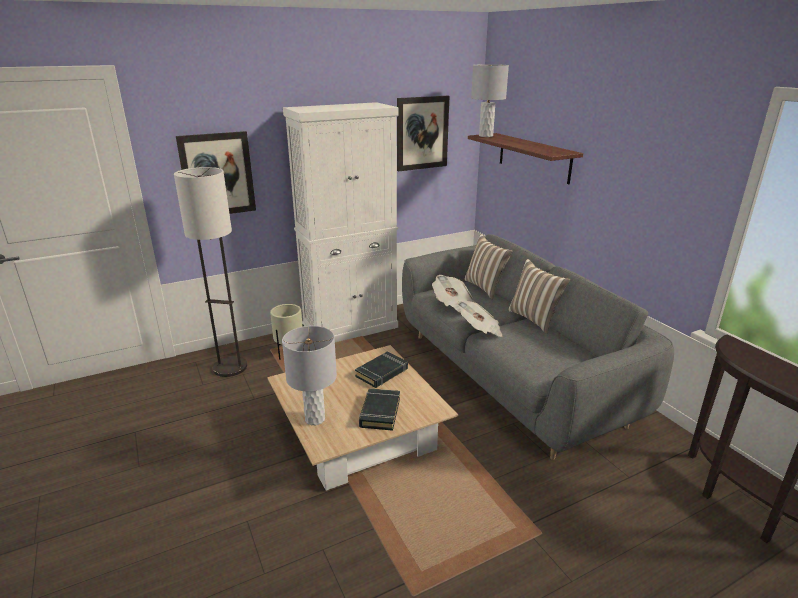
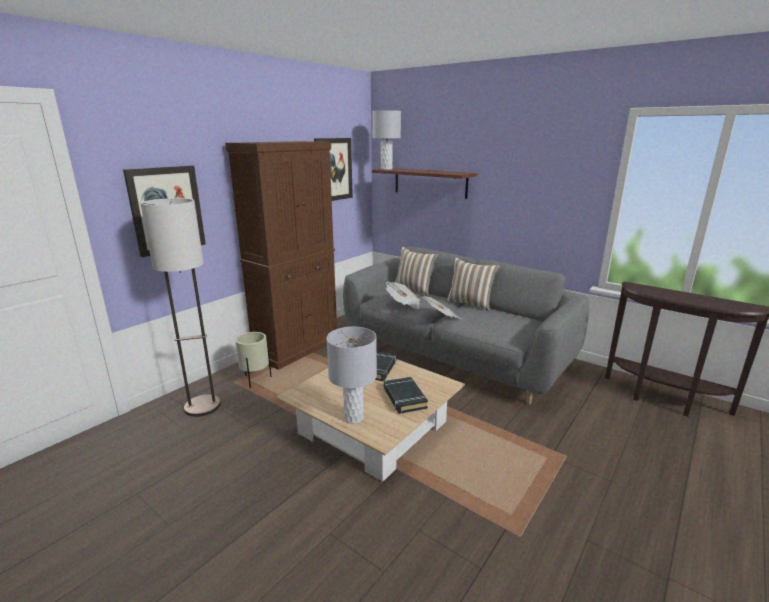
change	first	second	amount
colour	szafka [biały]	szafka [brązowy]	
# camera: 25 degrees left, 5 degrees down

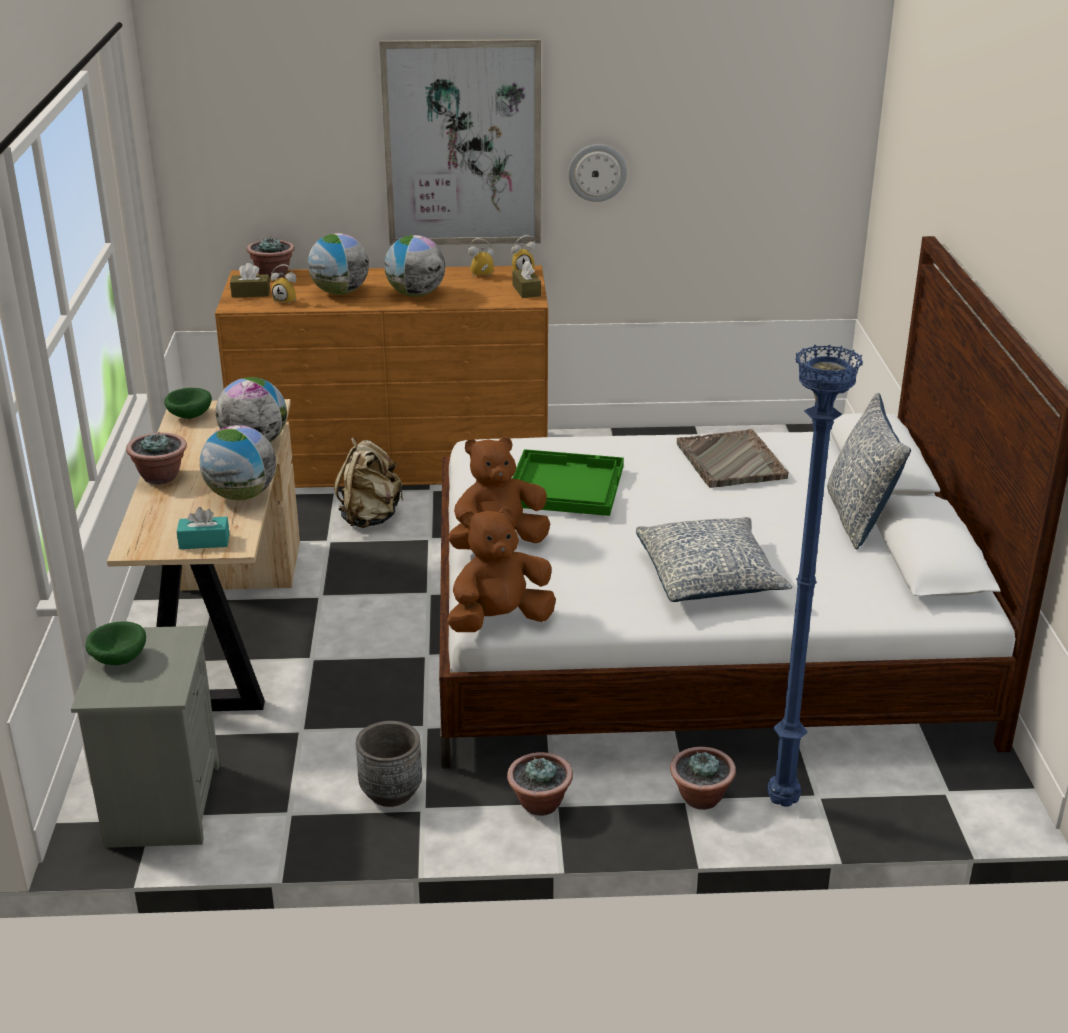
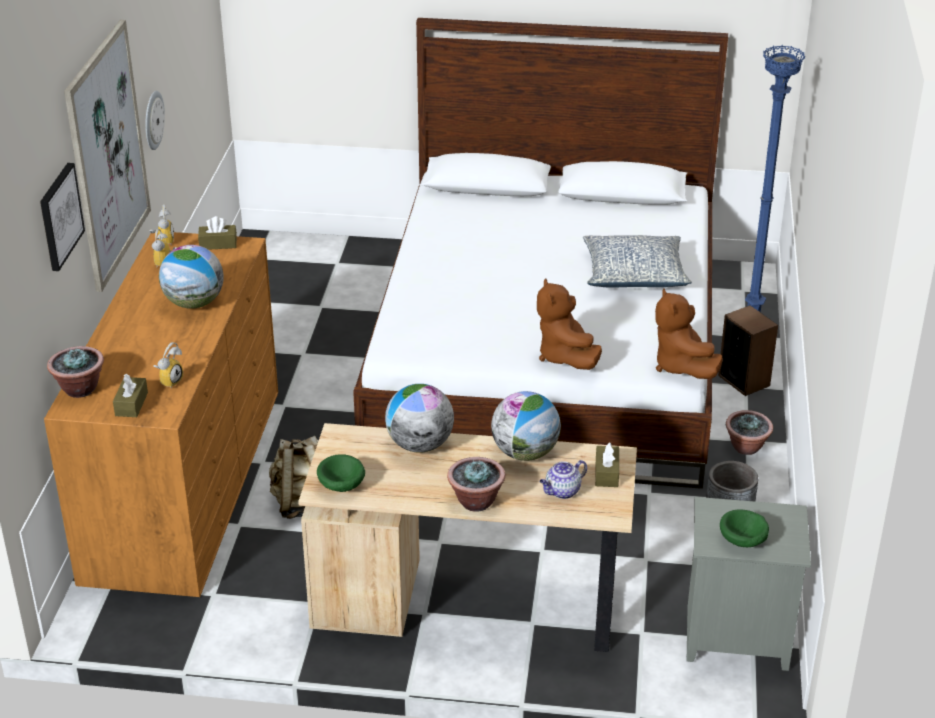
change	first	second	amount
appeared		obraz (no. 1 from left)	
appeared		imbryk	
colour	pudełko chusteczek [turkusowy]	pudełko chusteczek [brązowy] (no. 3 from left)	
exchanged	roślina doniczkowa (no. 4 from left)	głośnik	
missing	globus (no. 3 from left)		
missing	taca [zielony]		
missing	taca [szary]		
missing	poduszka (no. 2 from left)		
# camera: 80 degrees left, 5 degrees up

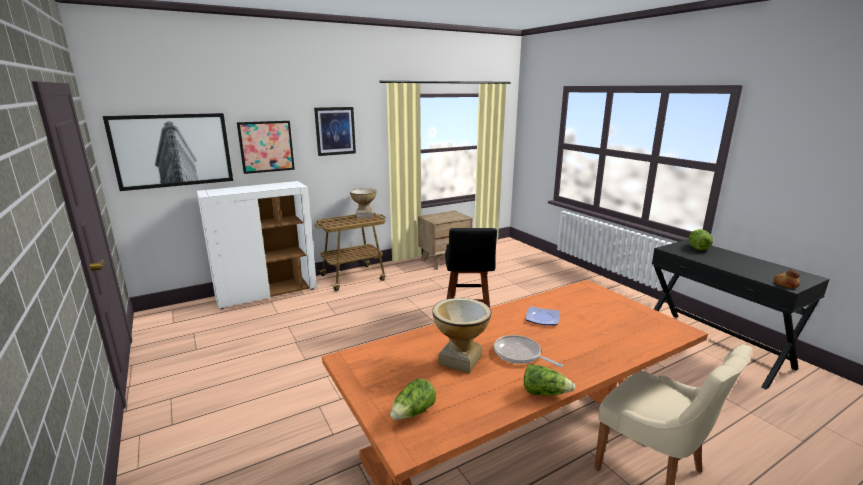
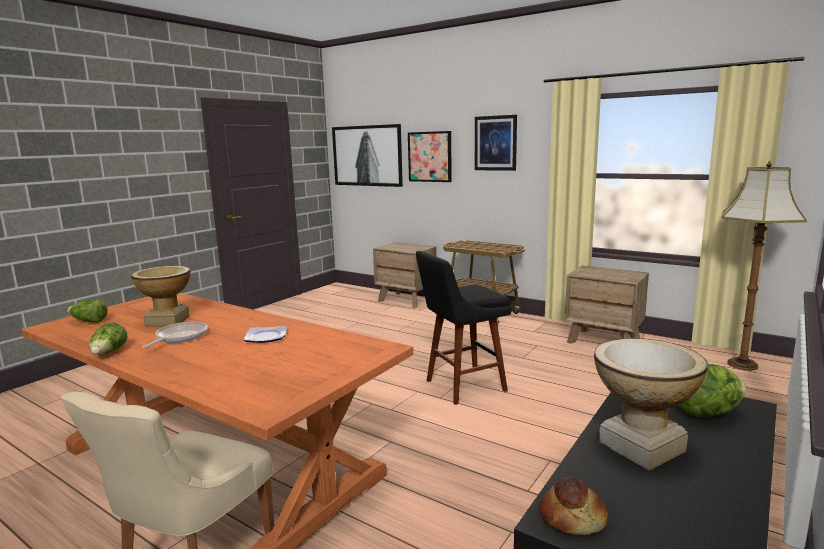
change	first	second	amount
exchanged	szafka [biały]	szafka nocna [brązowy] (no. 1 from left)	
relocated	wazon (no. 1 from left in the first image)	wazon (no. 2 from left)	
appeared		lampa stojąca	
# camera: 65 degrees right, 5 degrees down

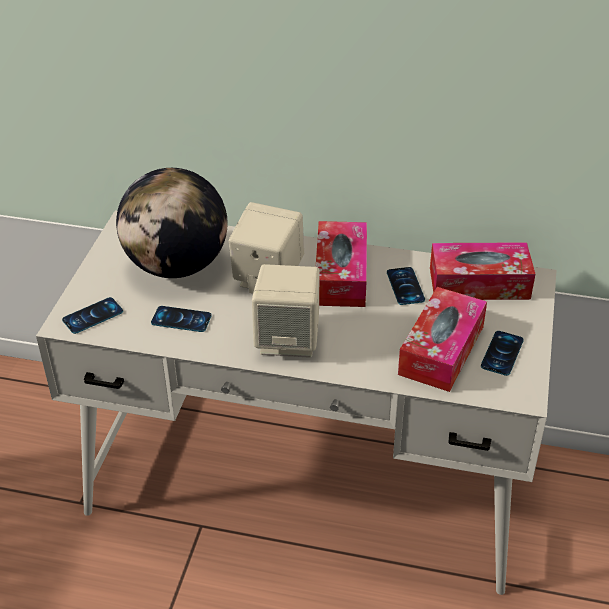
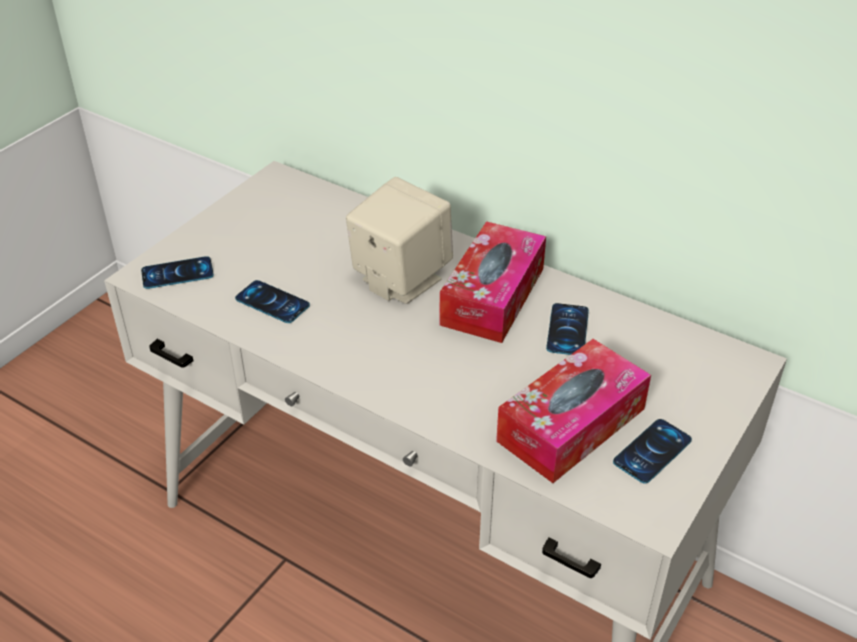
change	first	second	amount
missing	globus		
missing	głośnik [beżowy] (no. 2 from left)		
missing	pudełko chusteczek (no. 3 from left)		
# camera: 20 degrees right, 0 degrees up

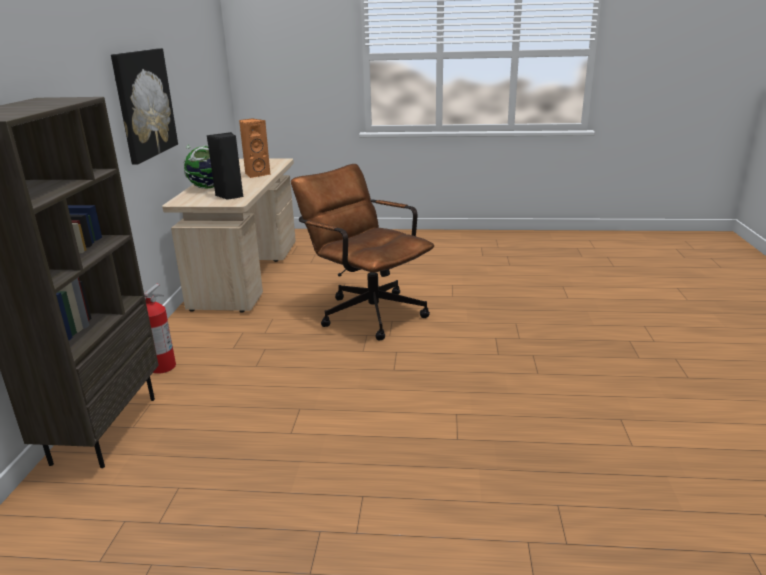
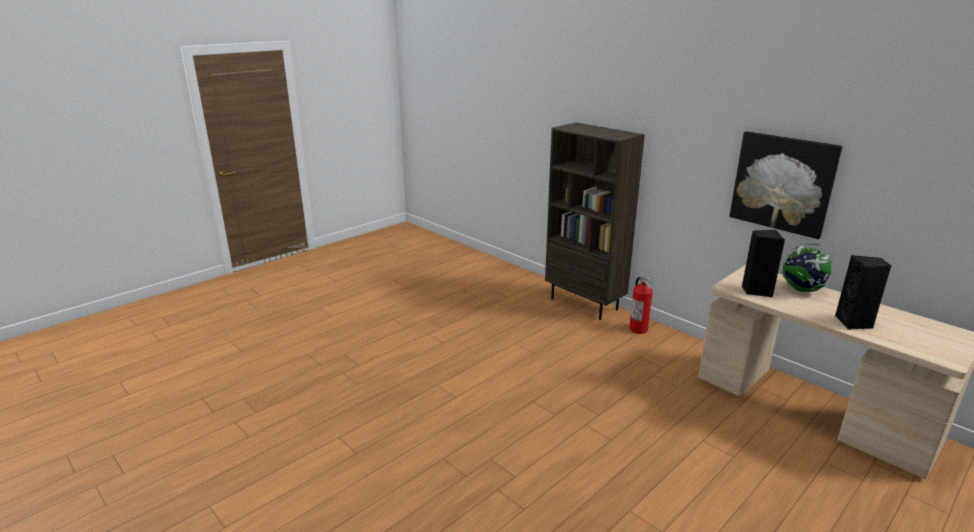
change	first	second	amount
colour	głośnik [pomarańczowy]	głośnik [czarny] (no. 2 from left)	
missing	krzesło biurowe [brązowy]		
# camera: 130 degrees right, 0 degrees up

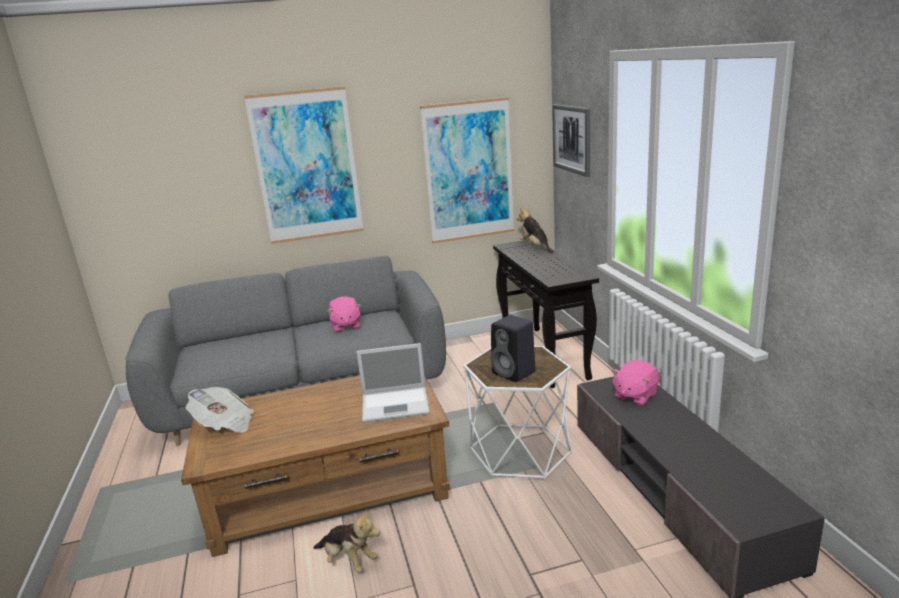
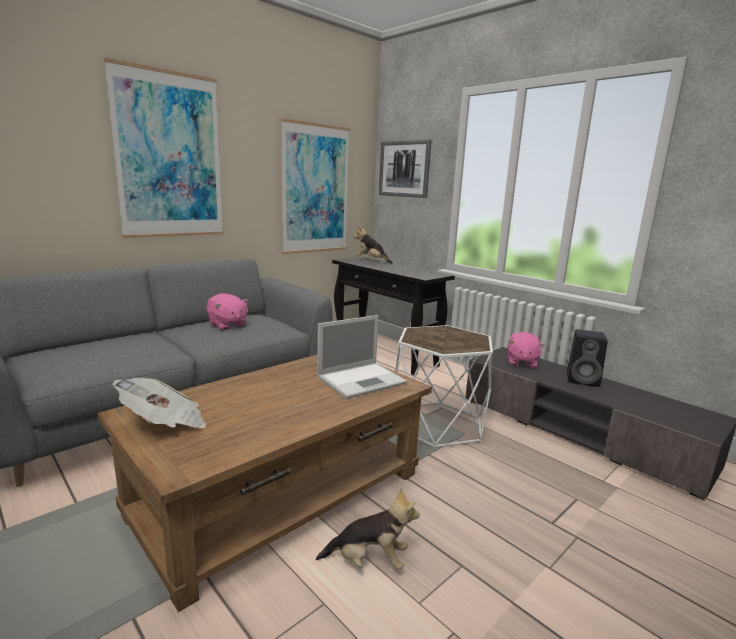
change	first	second	amount
relocated	głośnik [czarny]		
# camera: 30 degrees left, 5 degrees down

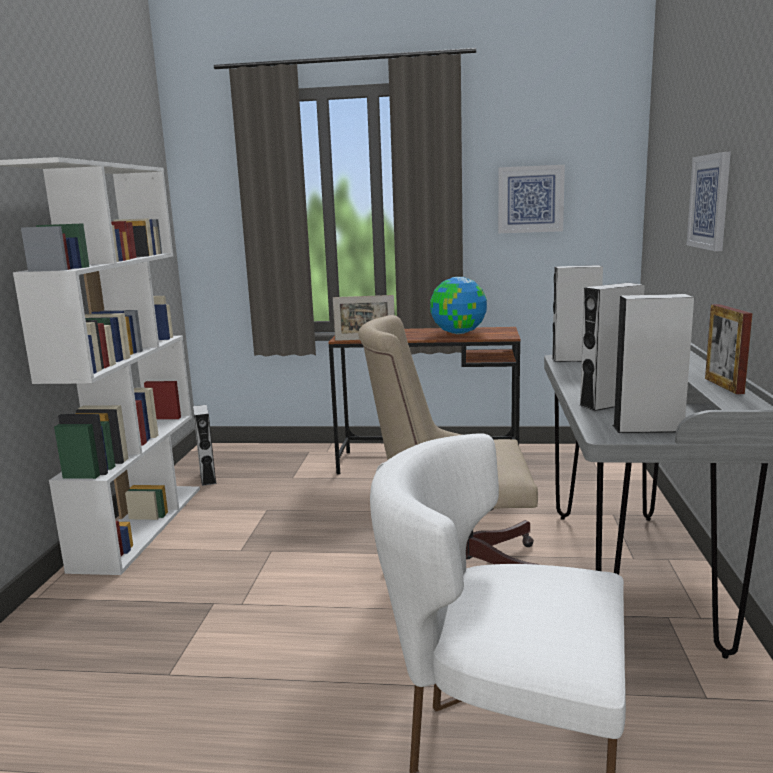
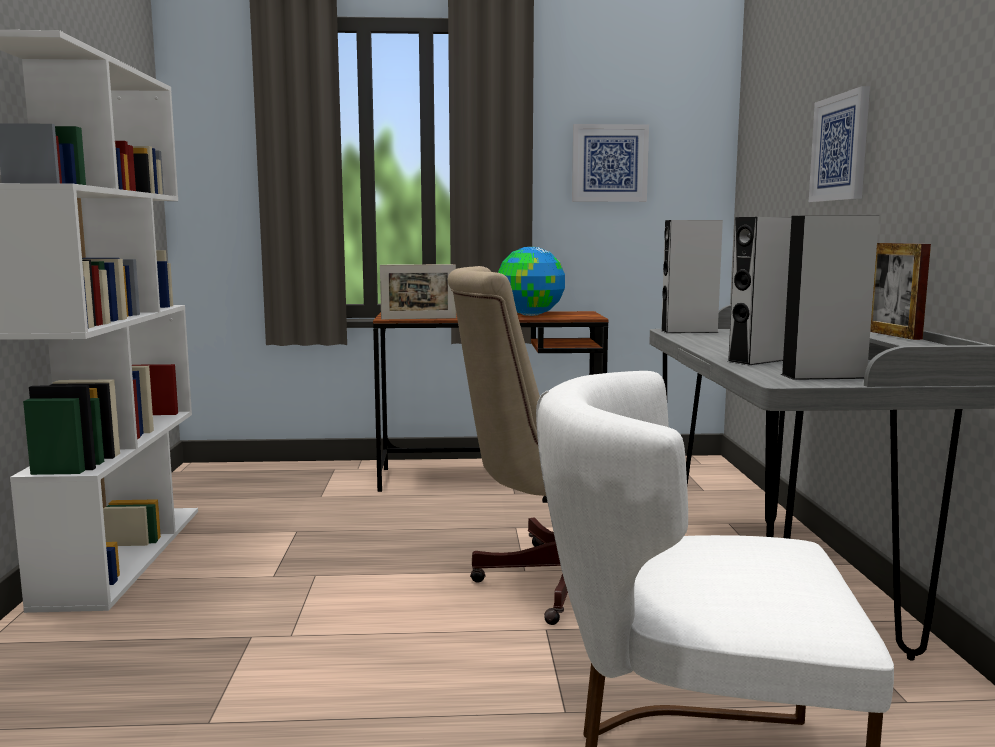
change	first	second	amount
missing	głośnik [szary] (no. 1 from left)		
# camera: 10 degrees left, 5 degrees down

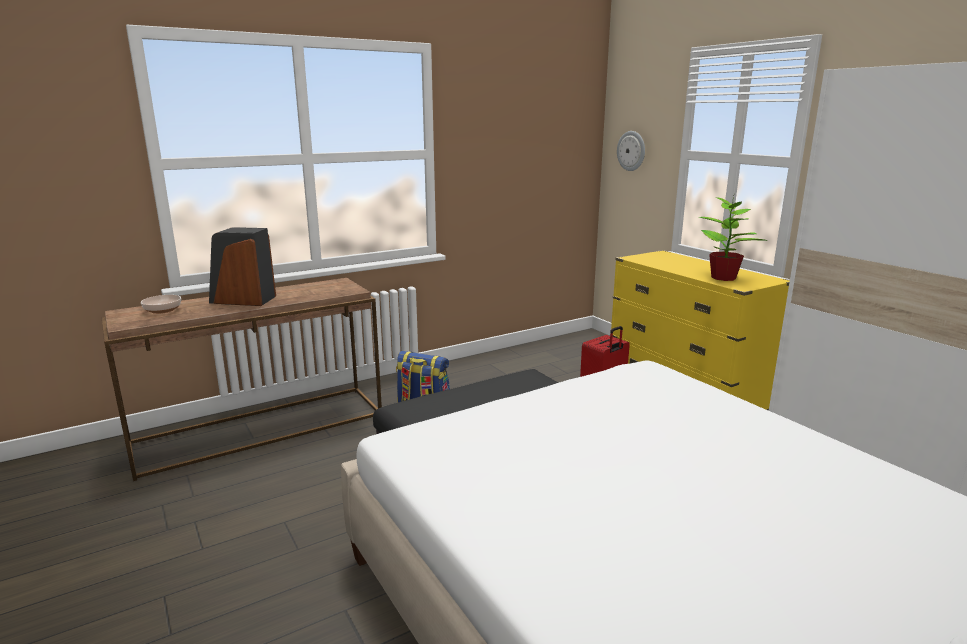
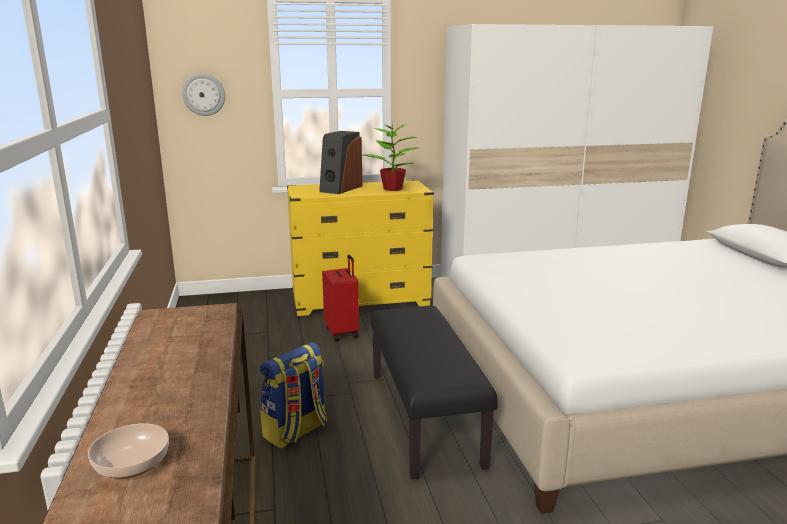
change	first	second	amount
relocated	głośnik		
# camera: 70 degrees left, 0 degrees up

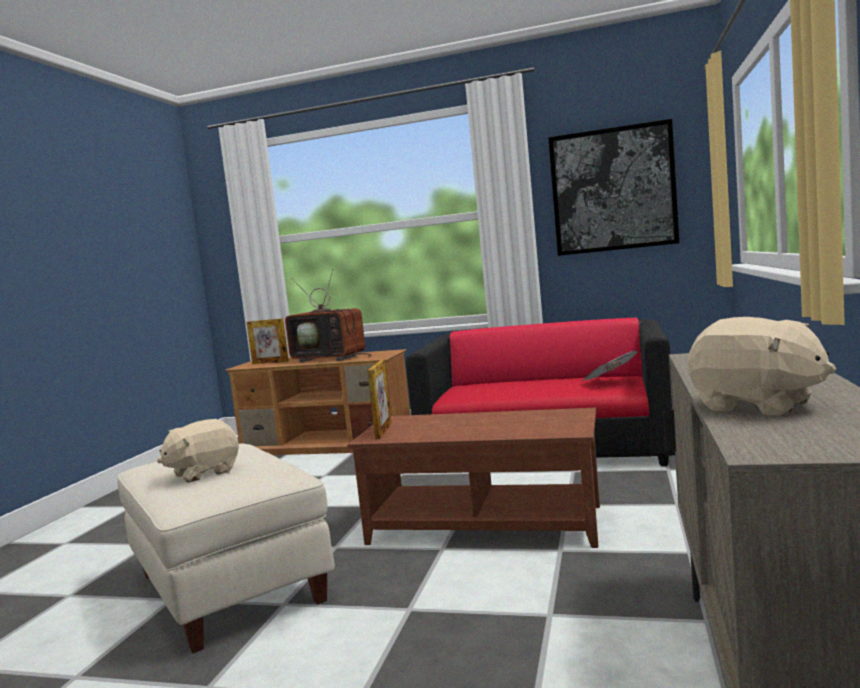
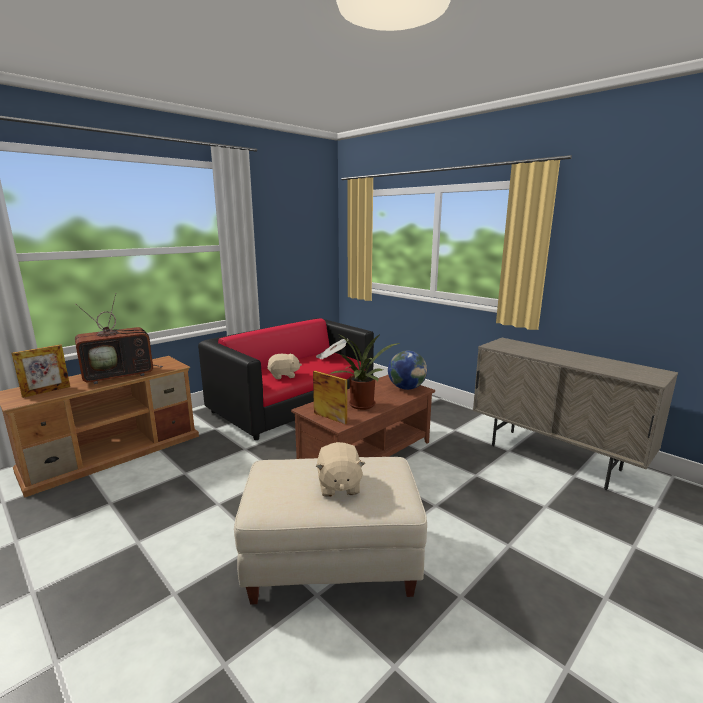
change	first	second	amount
relocated	pluszak [beżowy] (no. 2 from left in the first image)	pluszak [beżowy] (no. 1 from left)	
appeared		roślina doniczkowa	
appeared		globus	
missing	obraz		
# camera: 60 degrees left, 10 degrees up

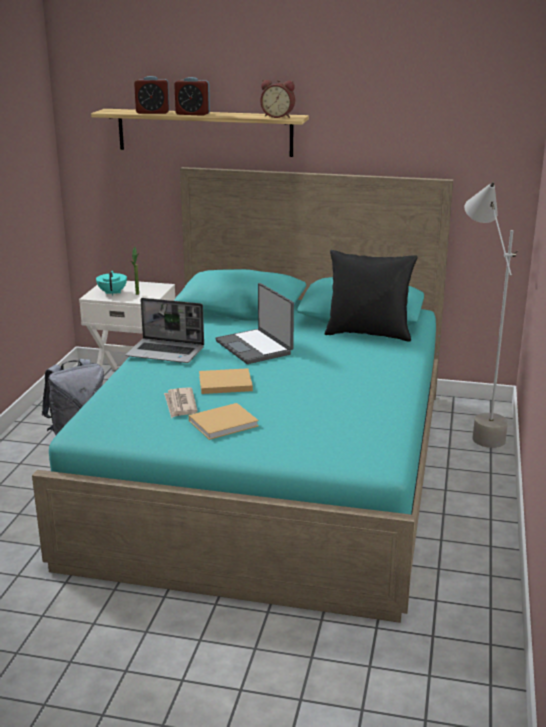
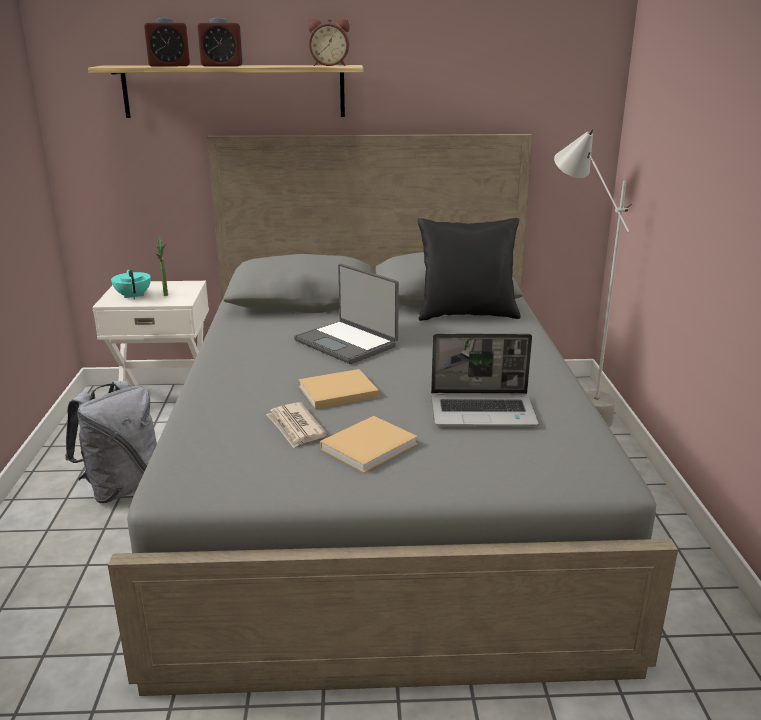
change	first	second	amount
colour	łóżko [turkusowy]	łóżko [szary]	
relocated	laptop (no. 1 from left in the first image)	laptop (no. 2 from left)	
# camera: 15 degrees left, 0 degrees up

